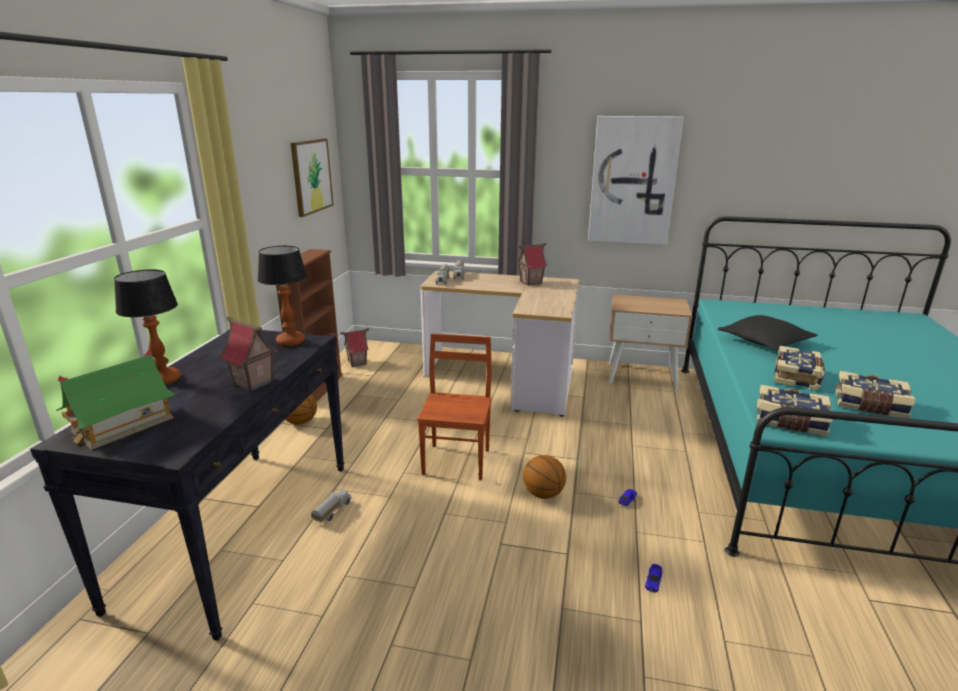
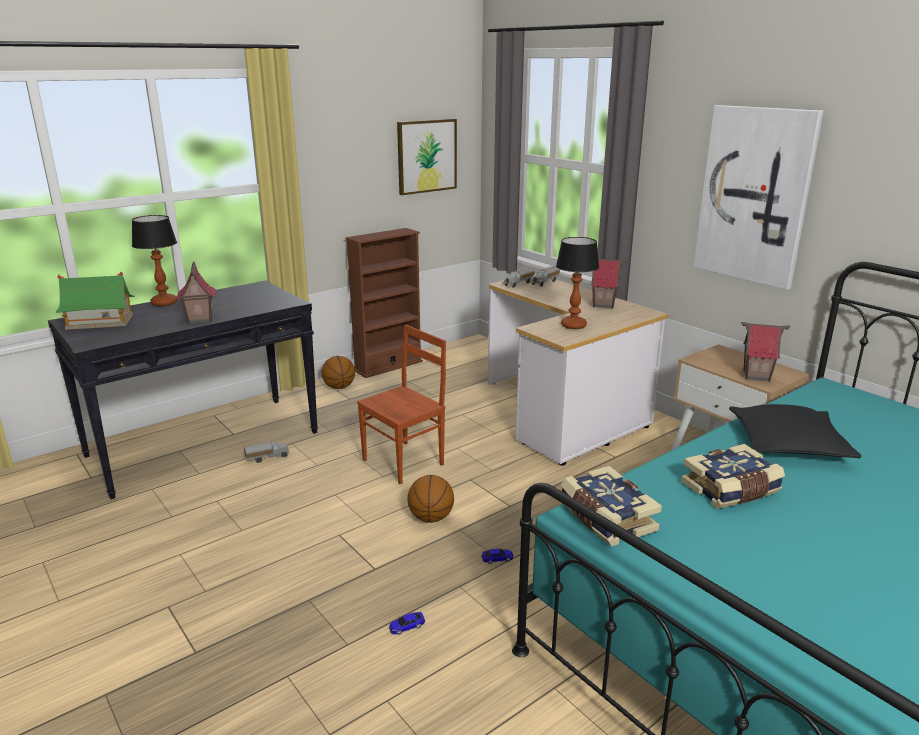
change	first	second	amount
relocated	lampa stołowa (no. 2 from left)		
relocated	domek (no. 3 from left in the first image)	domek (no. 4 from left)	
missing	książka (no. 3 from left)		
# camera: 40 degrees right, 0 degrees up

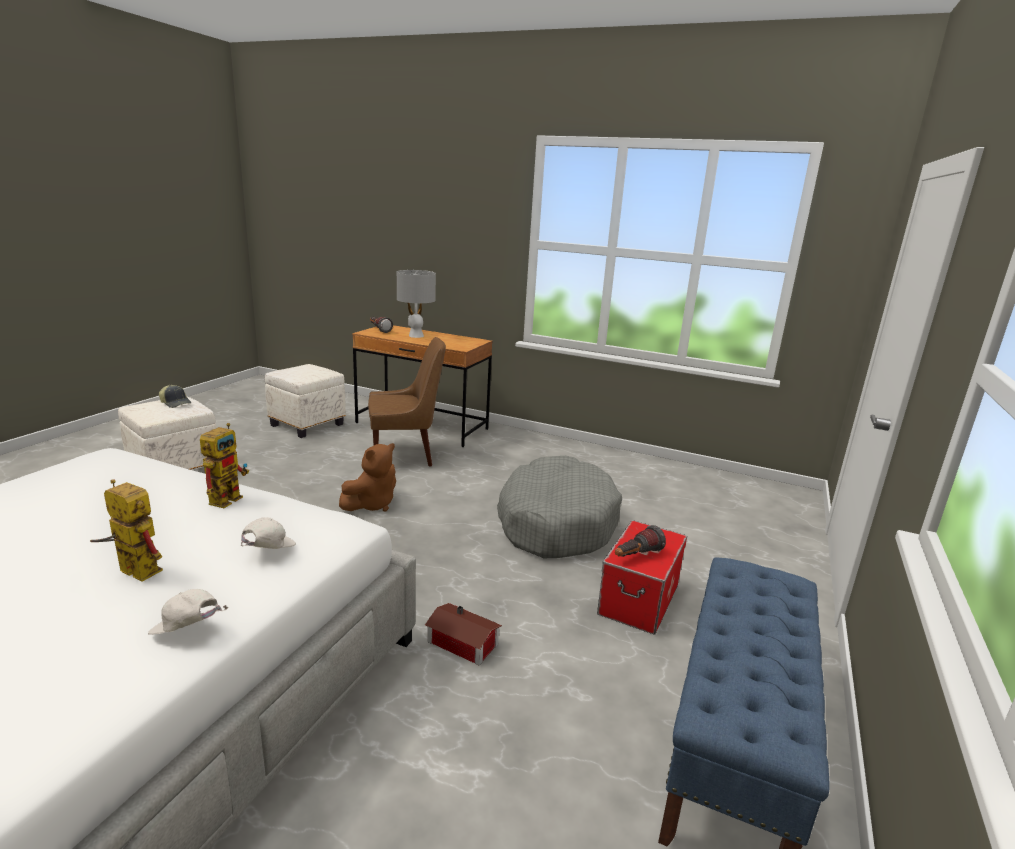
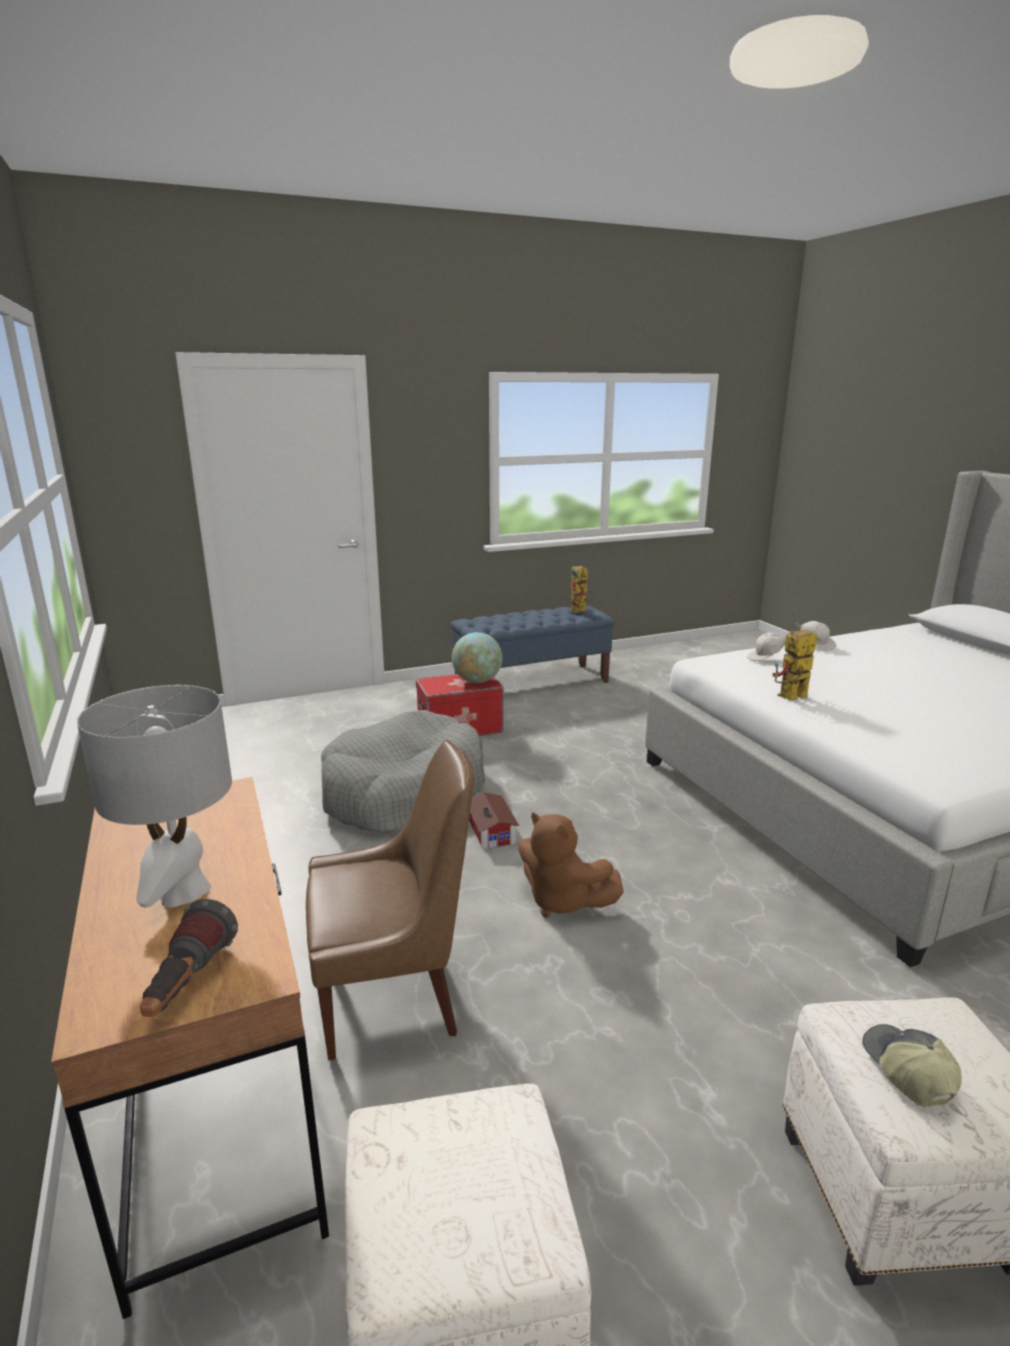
change	first	second	amount
spun	krzesło [brązowy]		135 degrees clockwise
exchanged	latarka (no. 2 from left)	globus	
relocated	domek		
spun	pluszak [brązowy]		135 degrees counterclockwise
relocated	robot zabawkowy (no. 1 from left)		
# camera: 135 degrees left, 0 degrees up

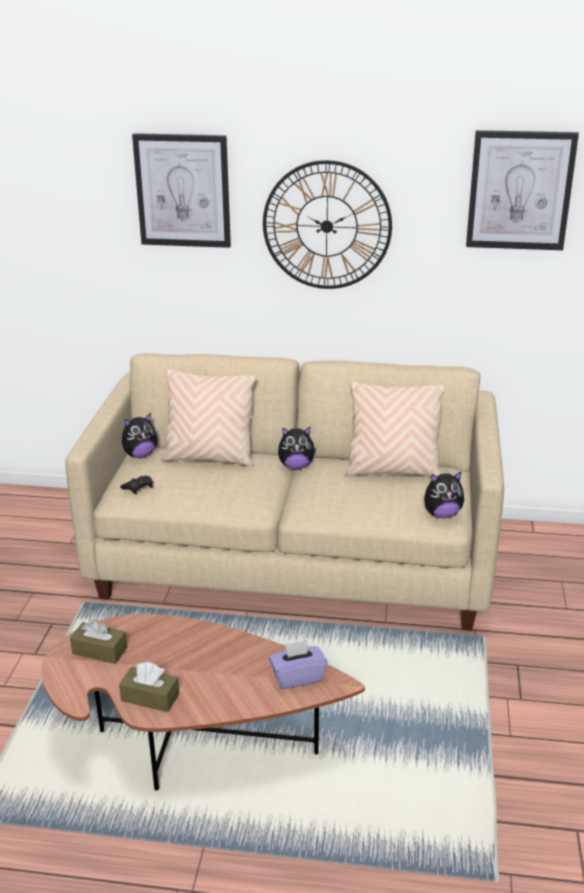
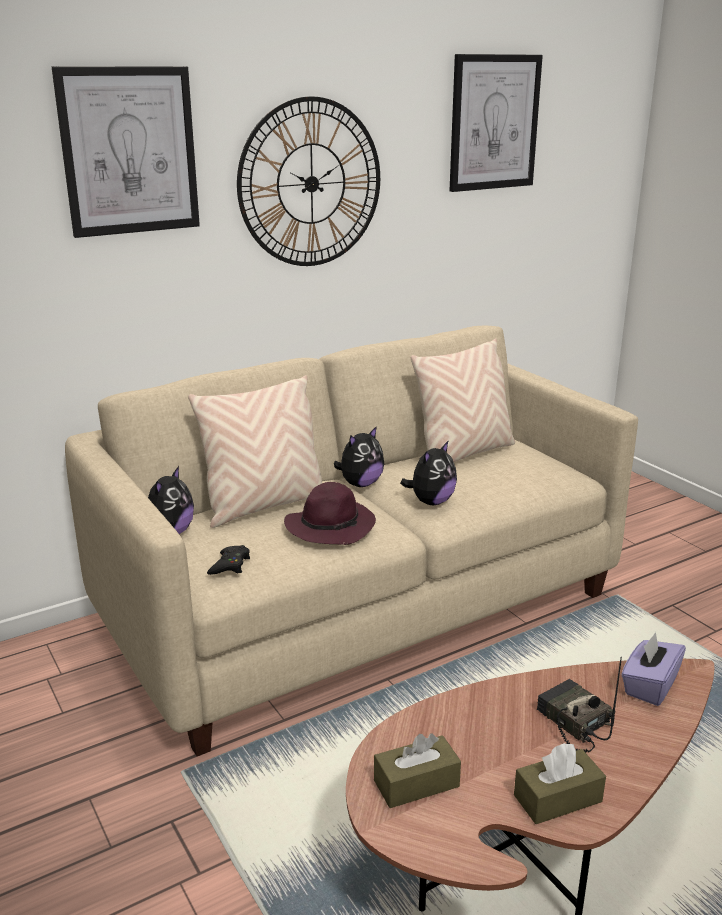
change	first	second	amount
appeared		kapelusz [fioletowy]	
relocated	pluszak (no. 3 from left)		
appeared		radio	
# camera: 40 degrees left, 5 degrees down

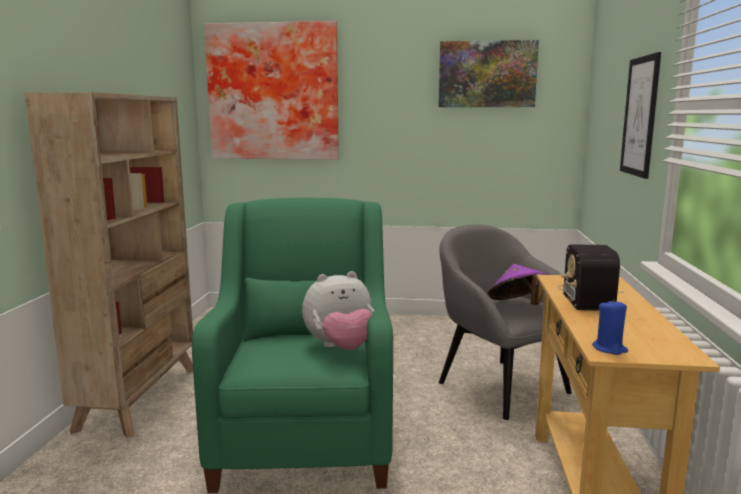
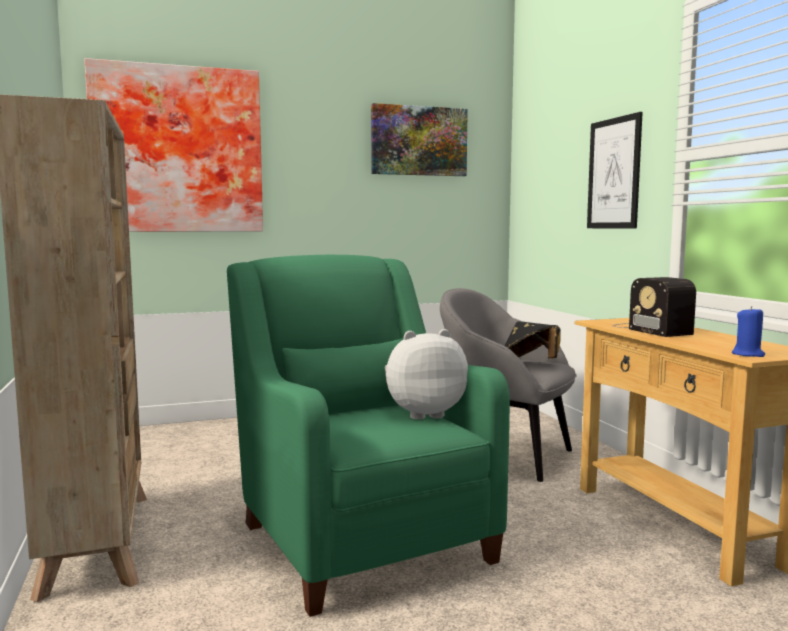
change	first	second	amount
spun	pluszak		150 degrees counterclockwise
colour	kapelusz [fioletowy]	kapelusz [czarny]	
# camera: 25 degrees left, 5 degrees down

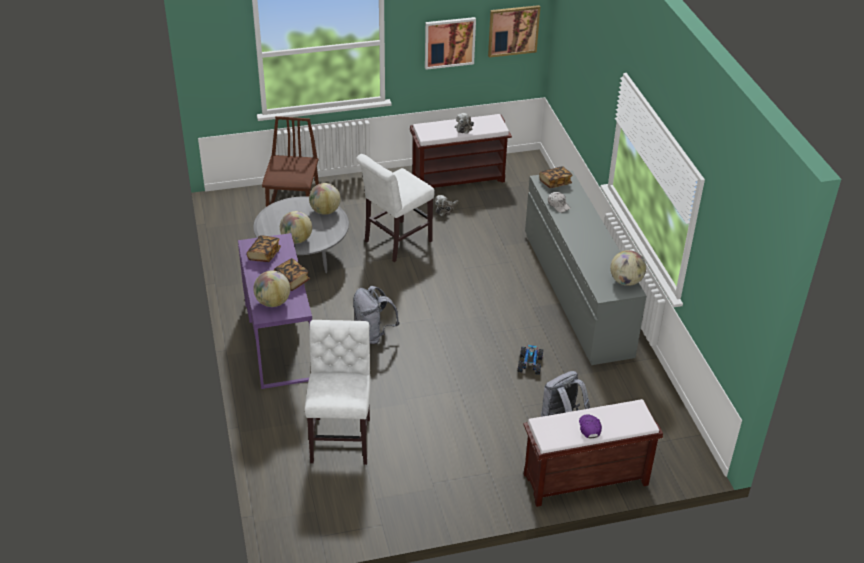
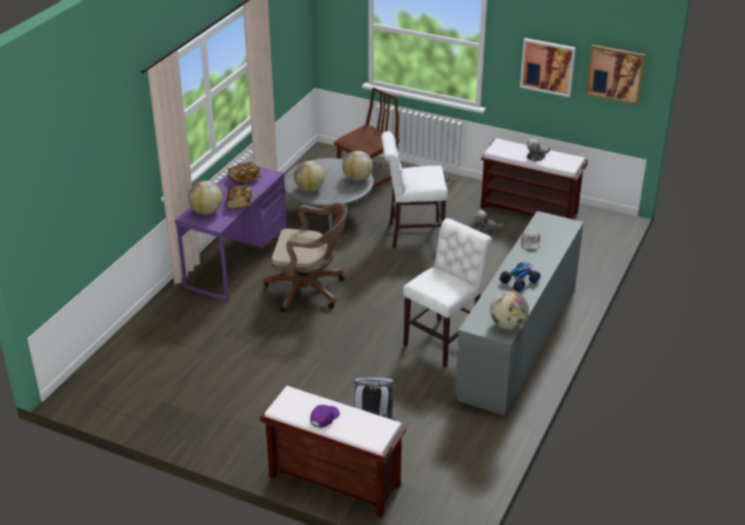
change	first	second	amount
exchanged	plecak [szary] (no. 1 from left)	krzesło biurowe [brązowy]	
relocated	krzesło [biały] (no. 1 from left in the first image)	krzesło [biały] (no. 2 from left)	
relocated	samochodzik		
missing	książka (no. 3 from left)		
# camera: 40 degrees right, 5 degrees down

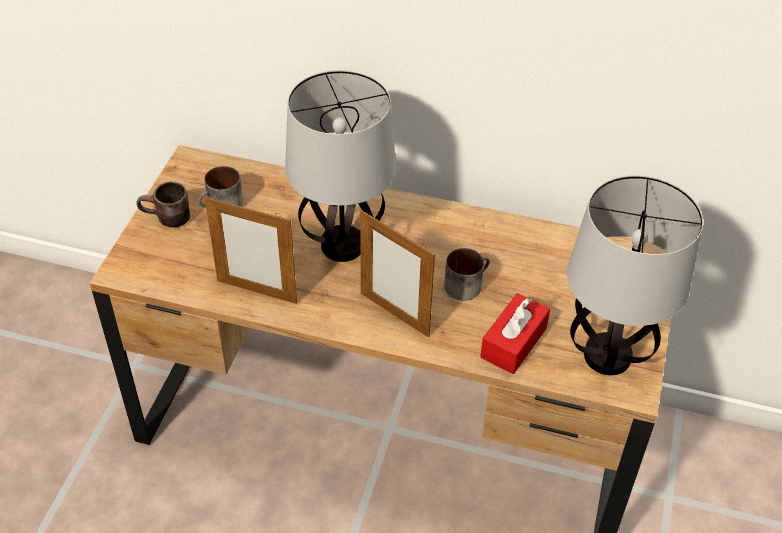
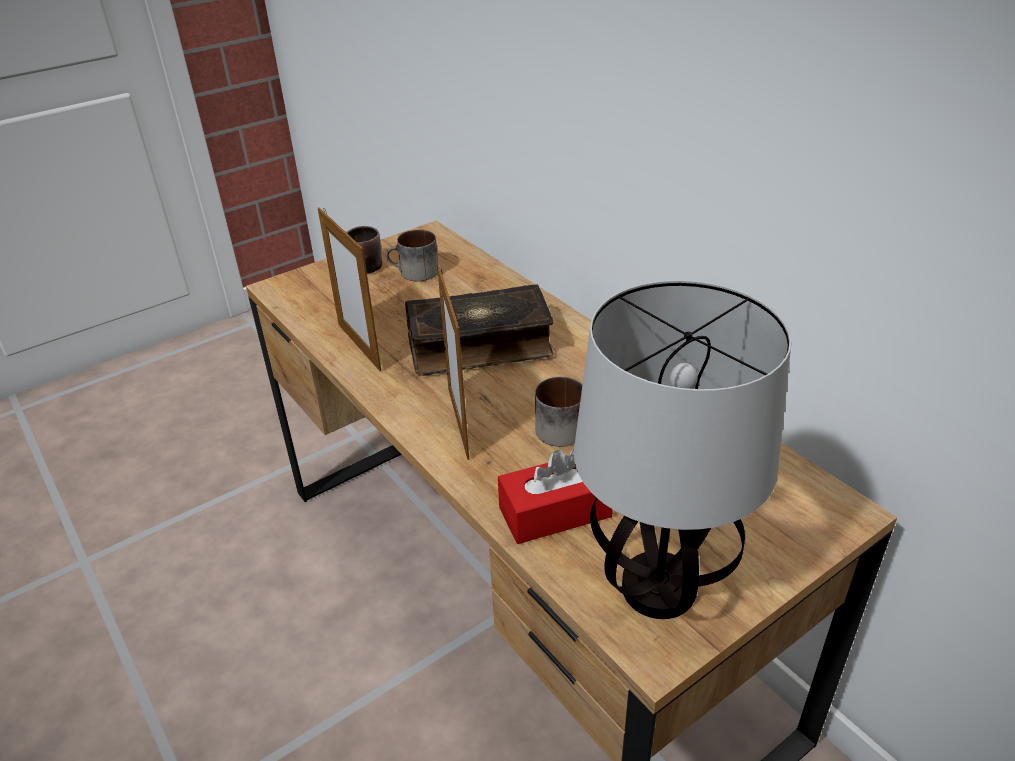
change	first	second	amount
exchanged	lampa stołowa (no. 1 from left)	książka	
# camera: 40 degrees right, 10 degrees down

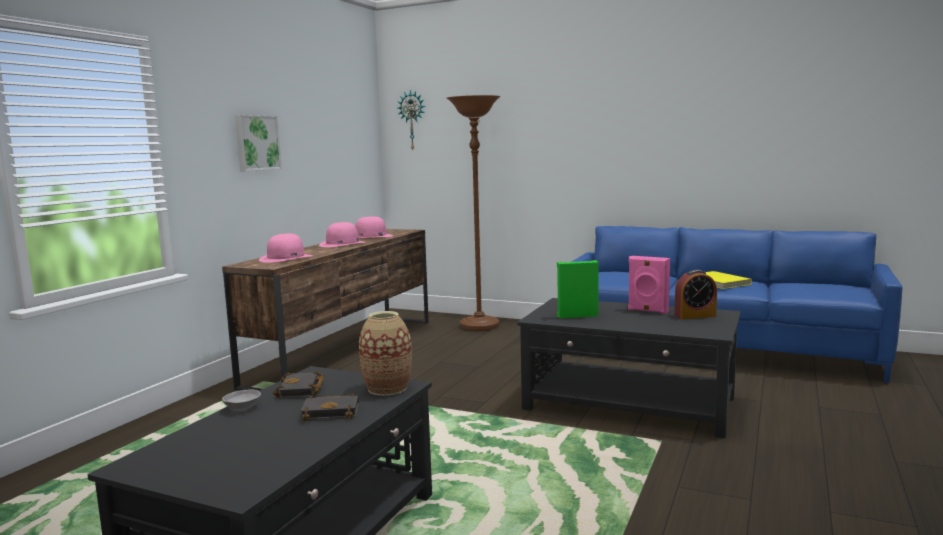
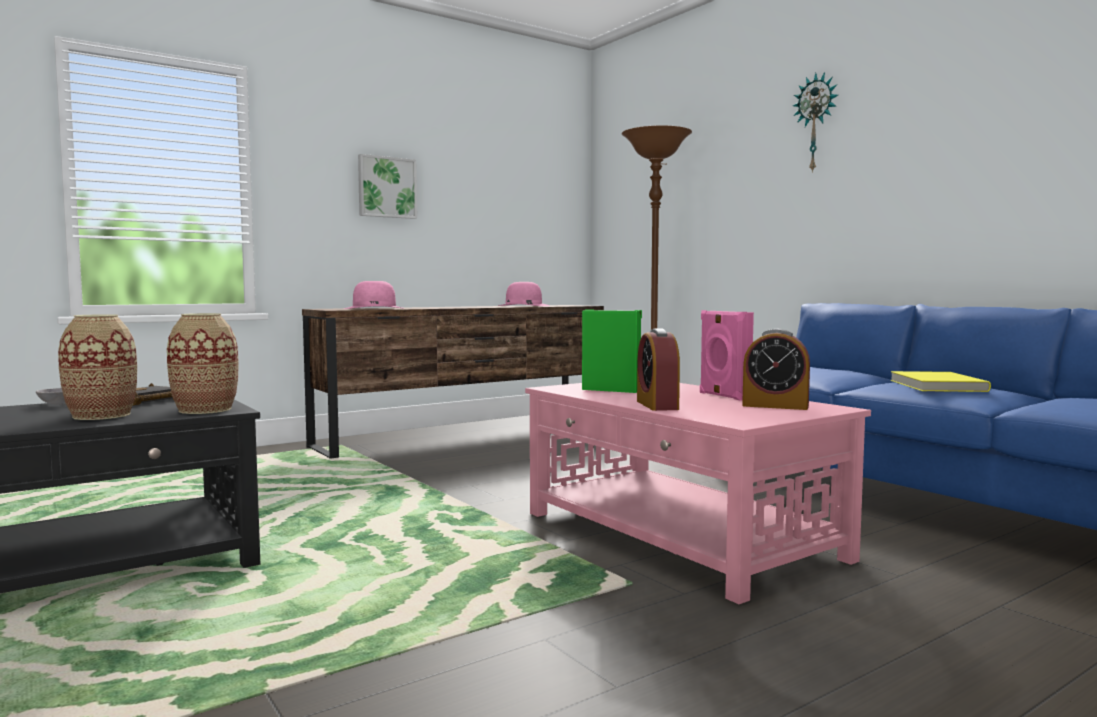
change	first	second	amount
exchanged	książka [czarny] (no. 2 from left)	wazon (no. 1 from left)	
colour	ława [czarny] (no. 2 from left)	ława [różowy]	
appeared		budzik (no. 1 from left)	
relocated	zegar ścienny		
missing	kapelusz [różowy] (no. 2 from left)		
# camera: 30 degrees right, 5 degrees down

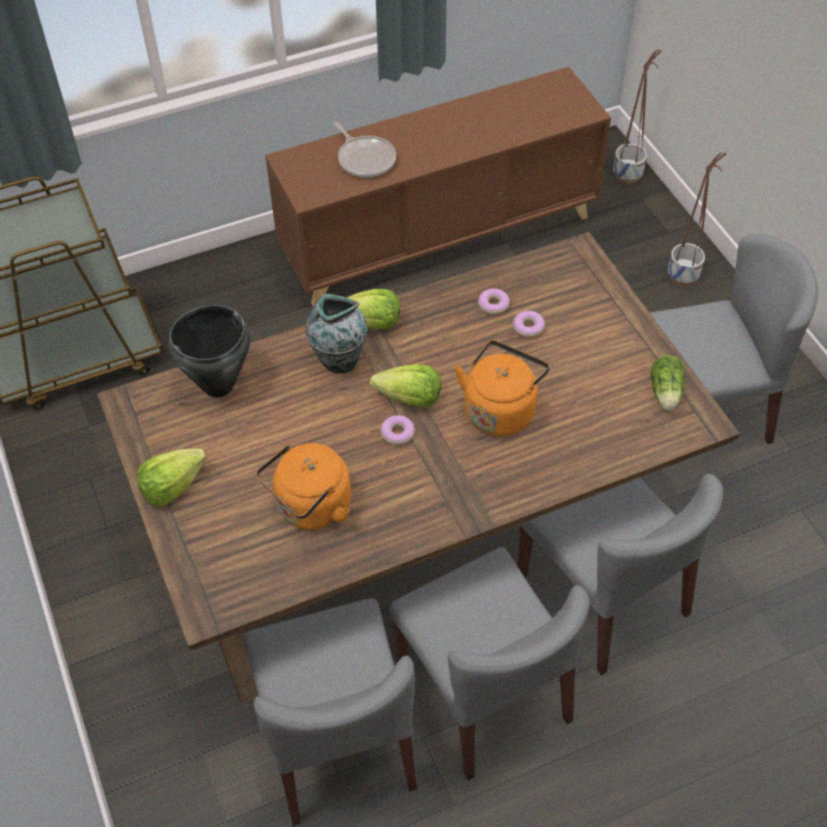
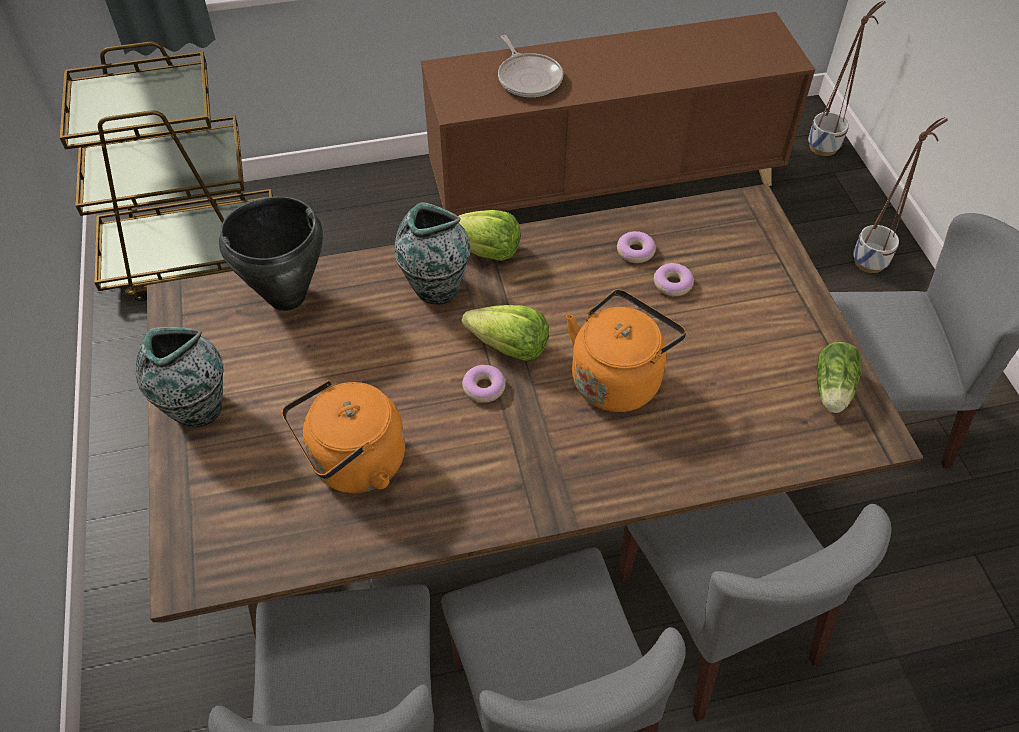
change	first	second	amount
exchanged	sałata (no. 1 from left)	wazon (no. 1 from left)	
# camera: 10 degrees right, 0 degrees up

